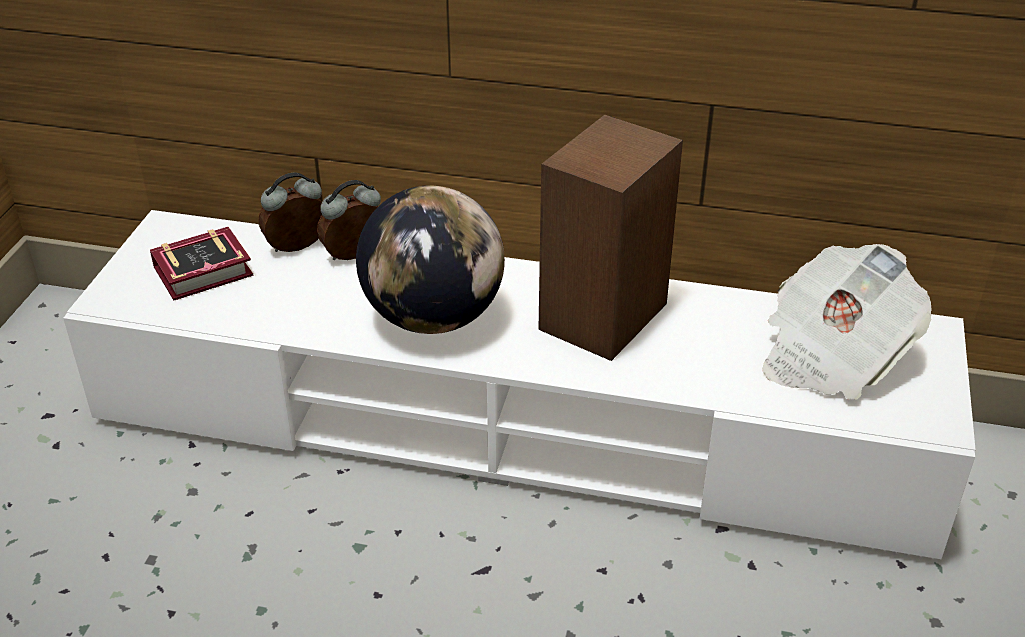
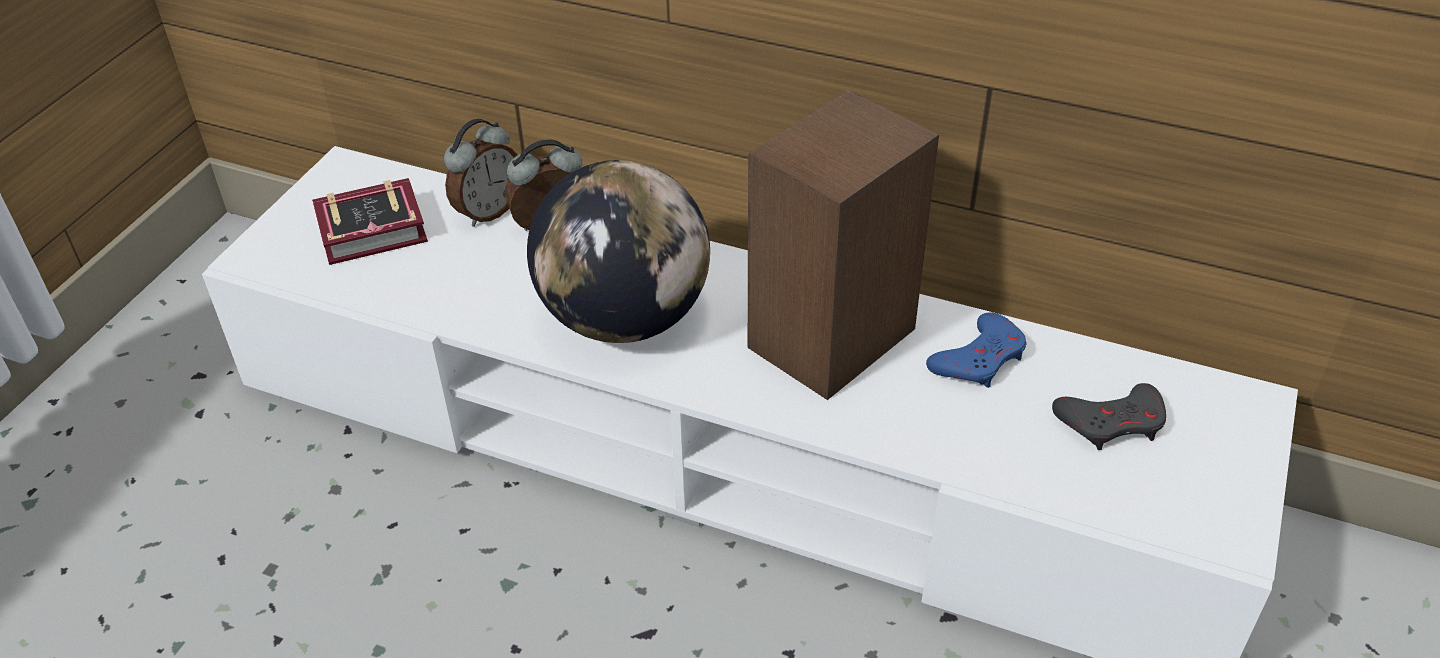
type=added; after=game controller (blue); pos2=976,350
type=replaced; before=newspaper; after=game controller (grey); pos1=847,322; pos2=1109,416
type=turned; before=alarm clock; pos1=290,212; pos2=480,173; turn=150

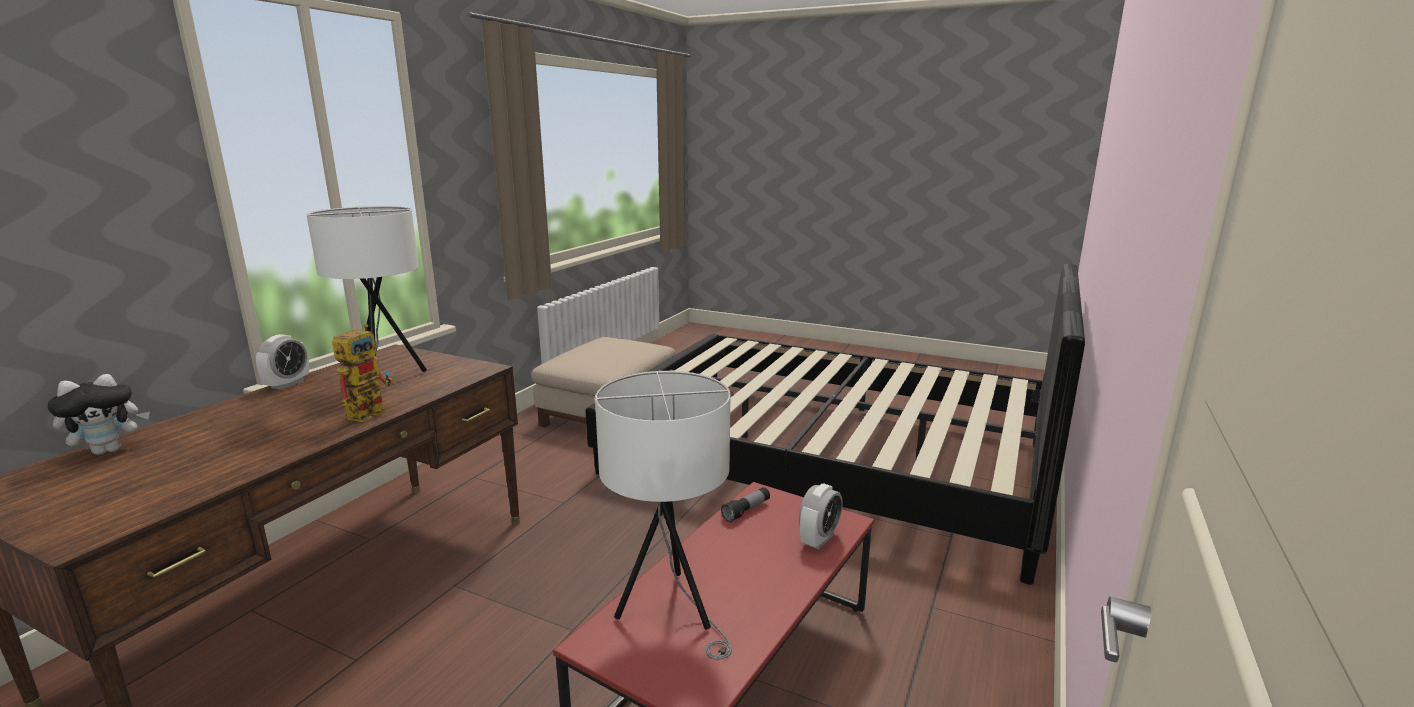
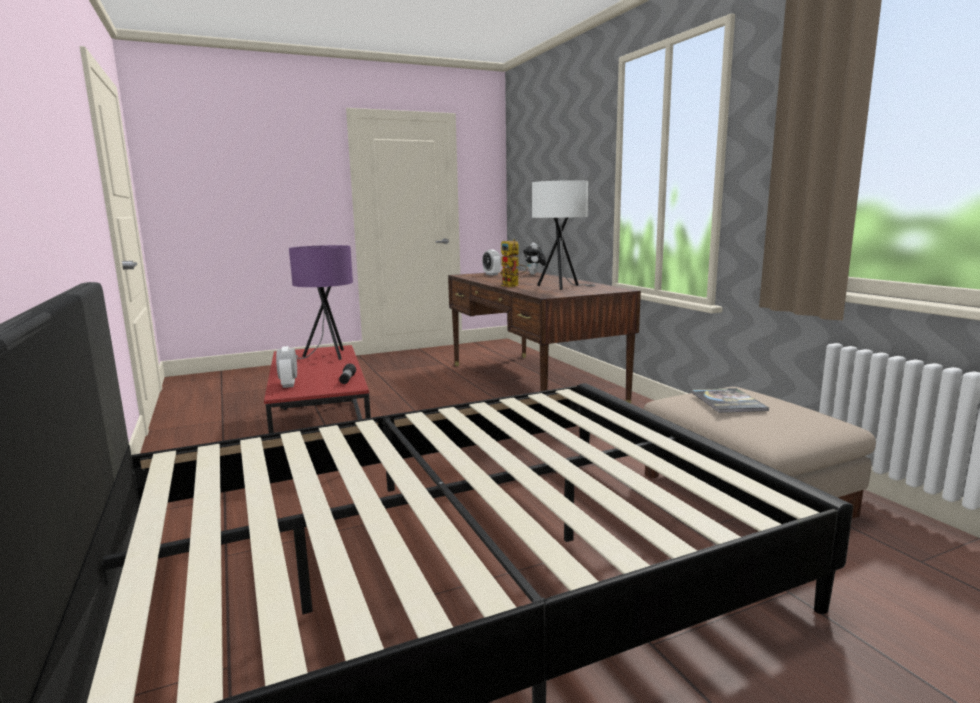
type=added; after=book; pos2=730,400
type=moved; before=alarm clock; pos1=282,362; pos2=491,262
type=recoloured; before=table lamp (white); after=table lamp (purple); pos1=663,515; pos2=321,302

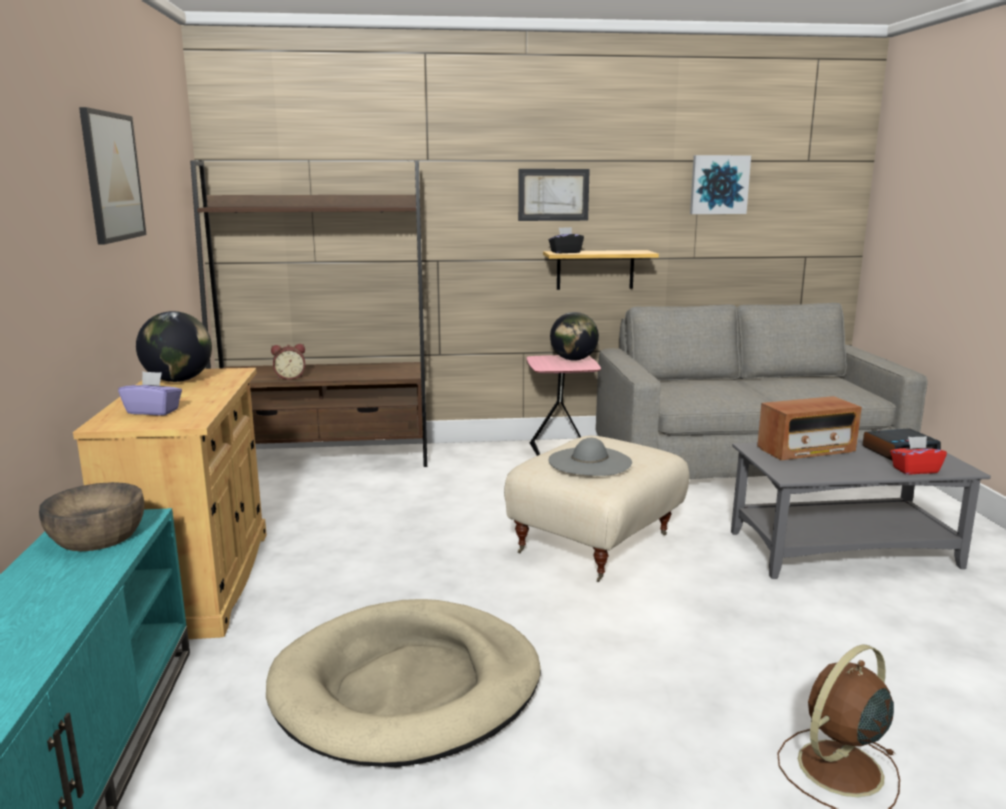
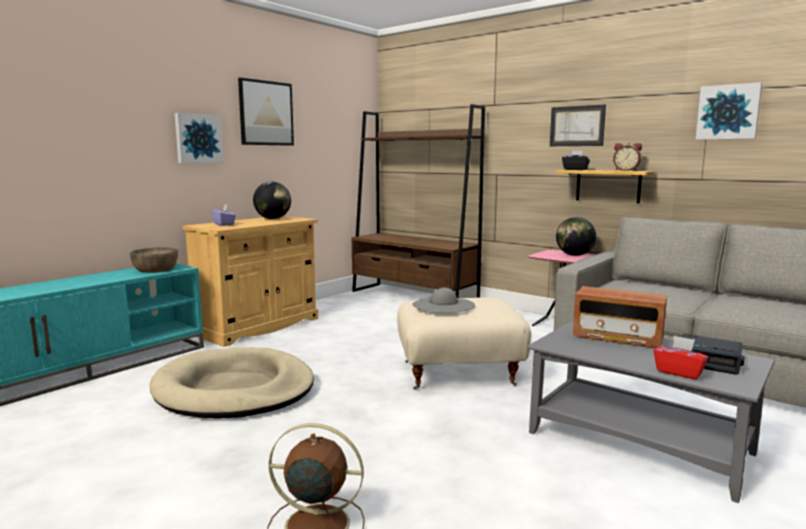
type=added; after=picture; pos2=199,138
type=moved; before=alarm clock; pos1=288,362; pos2=627,157

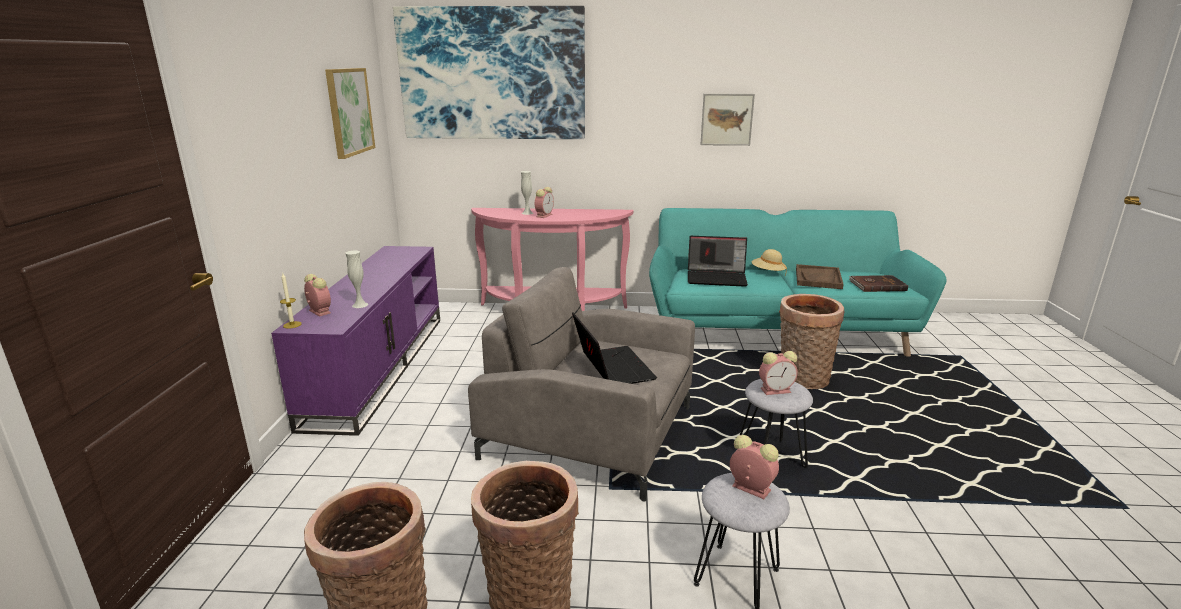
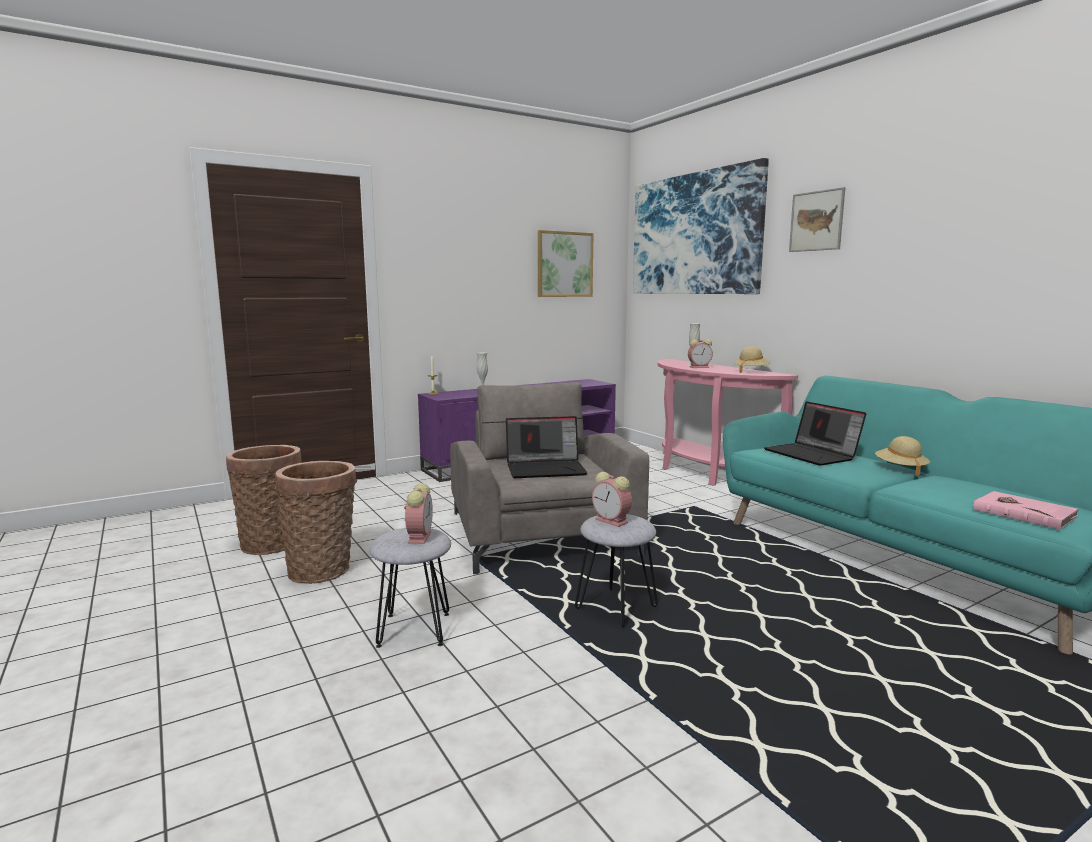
type=removed; before=alarm clock; pos1=317,295
type=removed; before=basket; pos1=812,341
type=removed; before=tray (brown); pos1=819,276
type=added; after=hat (beige); pos2=752,359
type=moved; before=picture; pos1=727,120; pos2=817,219
type=recoloured; before=book (brown); after=book (pink); pos1=878,283; pos2=1026,510
type=turned; before=laptop; pos1=614,348; pos2=546,447; turn=45

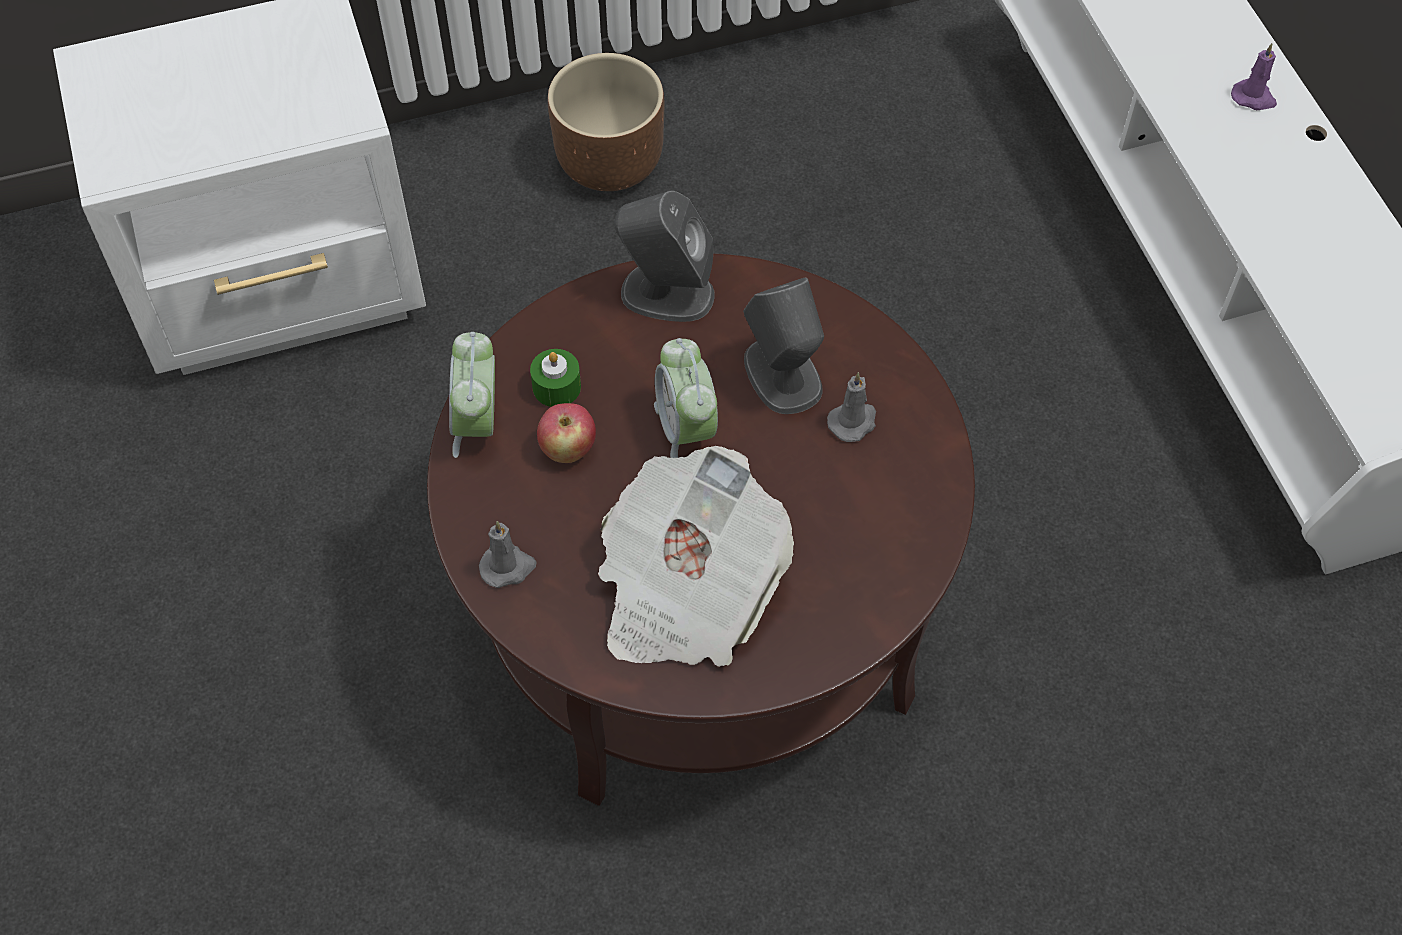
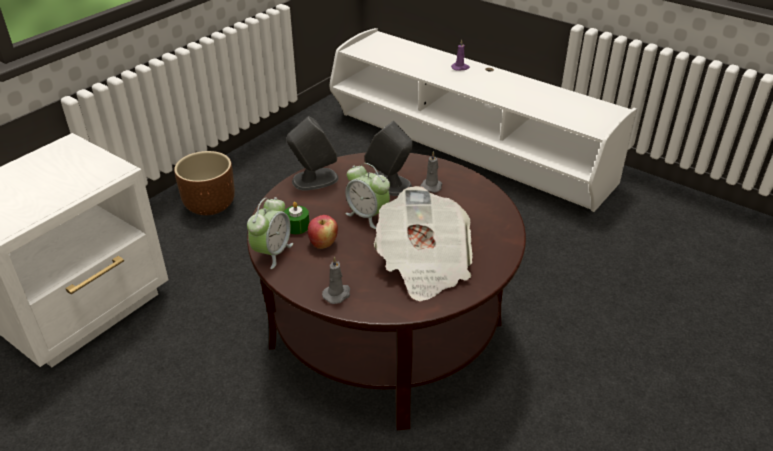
type=turned; before=alarm clock; pos1=472,395; pos2=270,233; turn=-120

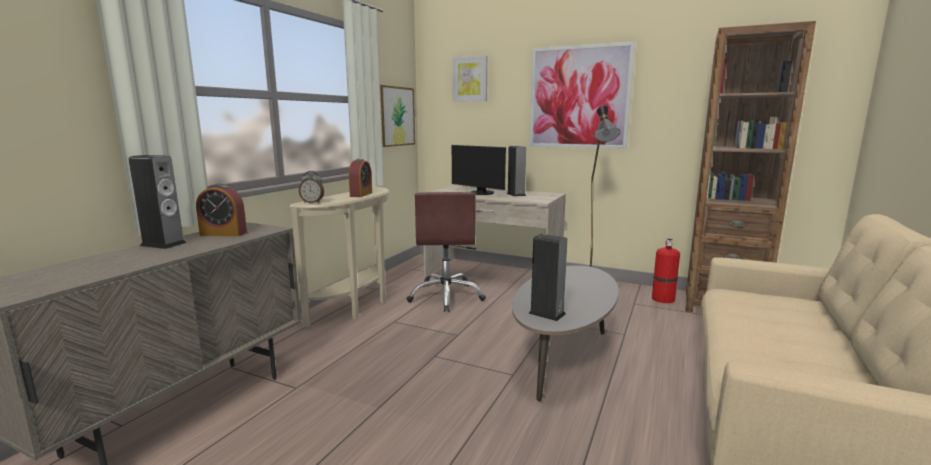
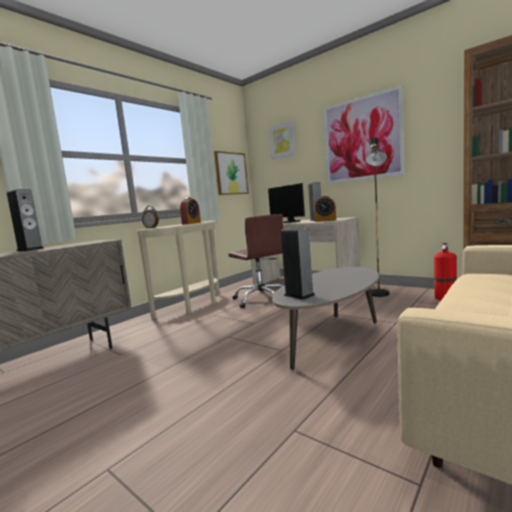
type=moved; before=alarm clock; pos1=221,210; pos2=325,209
type=turned; before=office chair (brown); pos1=446,252; pos2=255,261; turn=-45

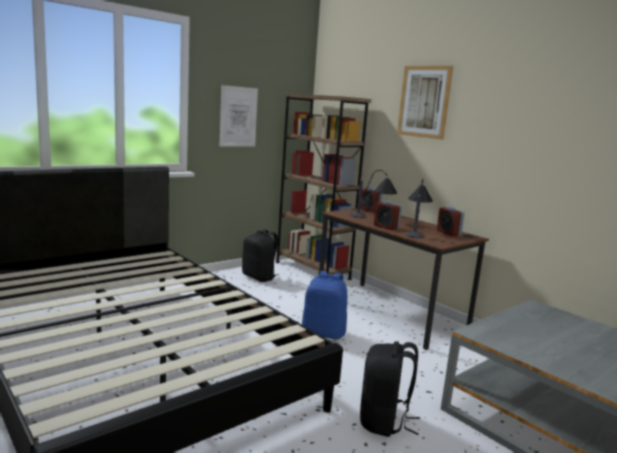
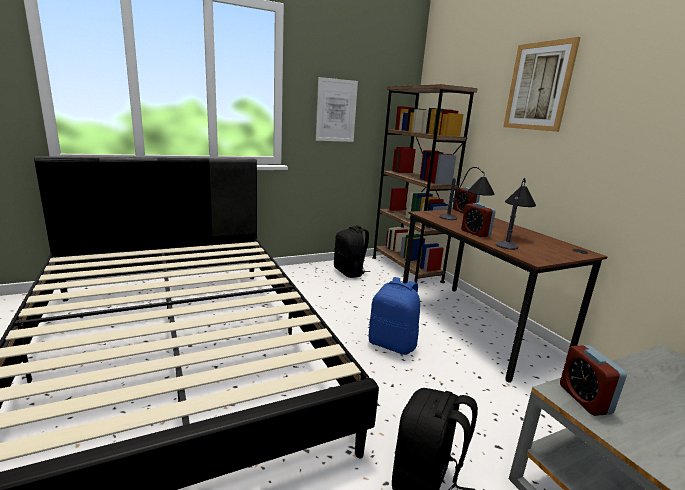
type=moved; before=alarm clock; pos1=450,221; pos2=593,380

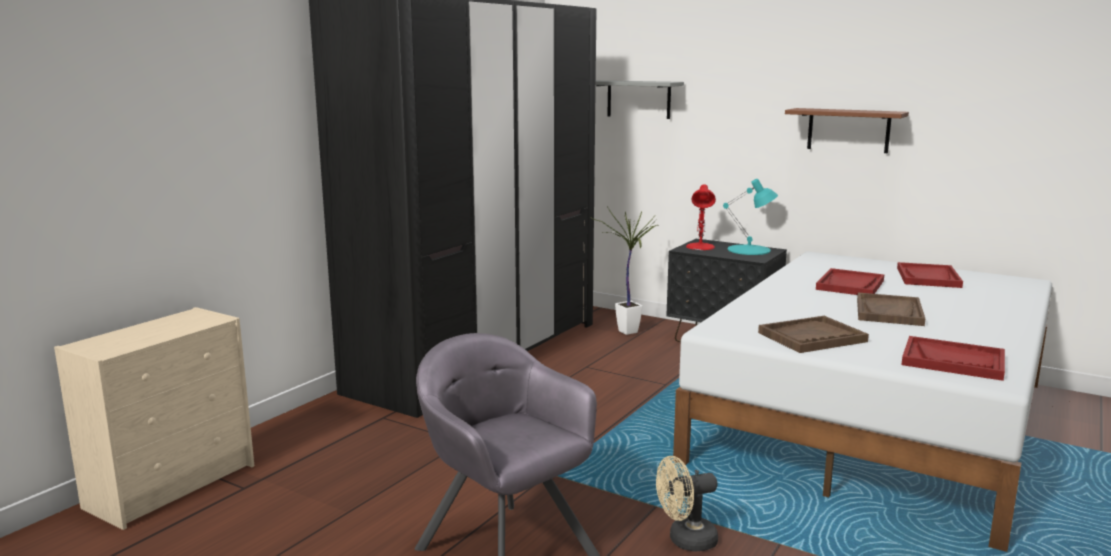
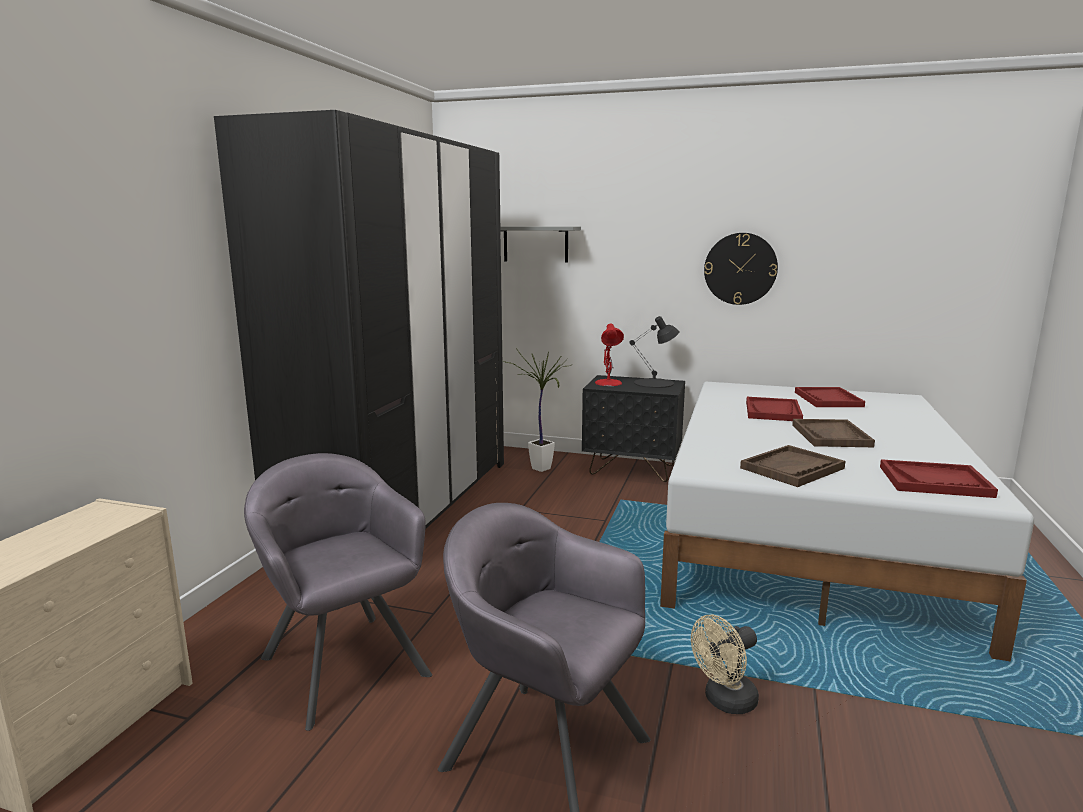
type=added; after=armchair (grey); pos2=338,592
type=replaced; before=shelf (brown); after=wall clock; pos1=847,130; pos2=741,269
type=recoloured; before=table lamp (turquoise); after=table lamp (black); pos1=750,217; pos2=654,352

